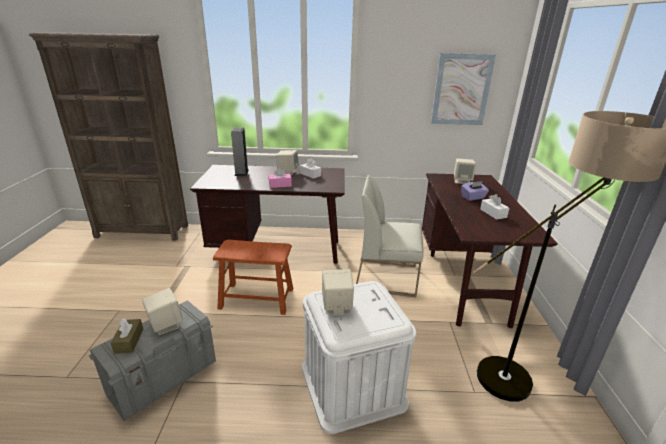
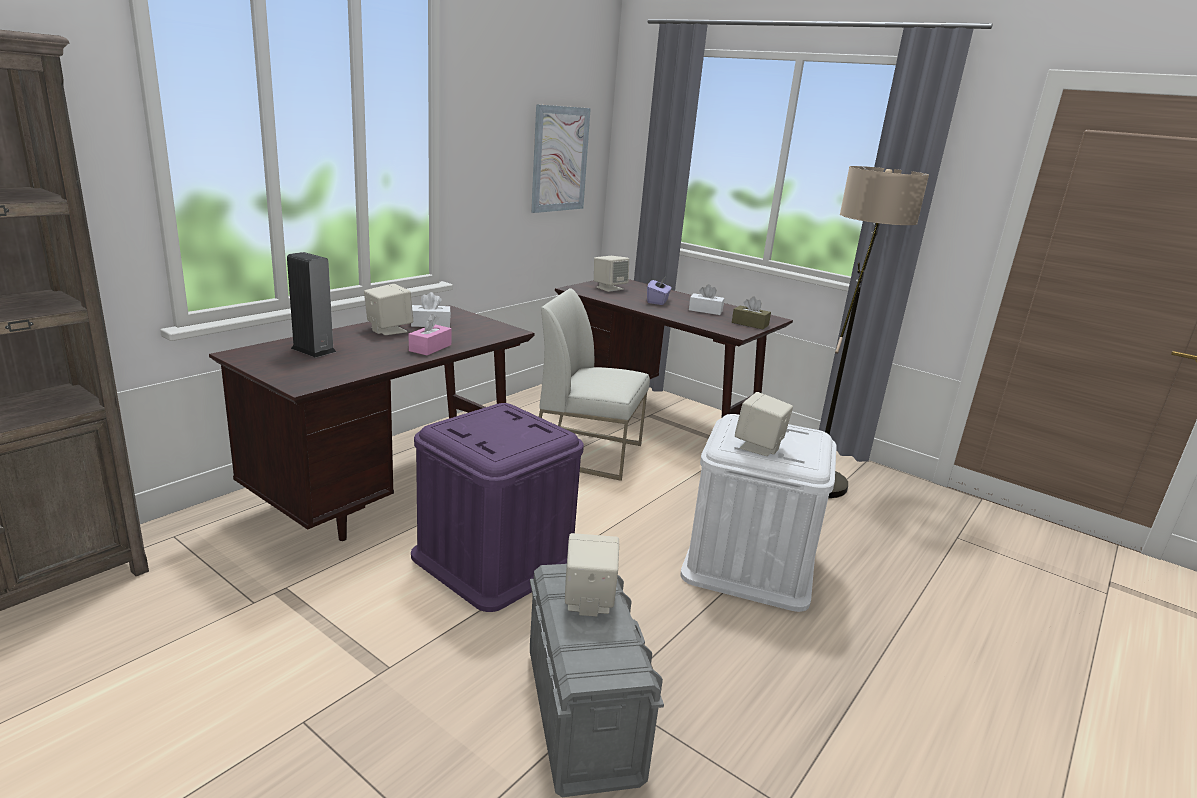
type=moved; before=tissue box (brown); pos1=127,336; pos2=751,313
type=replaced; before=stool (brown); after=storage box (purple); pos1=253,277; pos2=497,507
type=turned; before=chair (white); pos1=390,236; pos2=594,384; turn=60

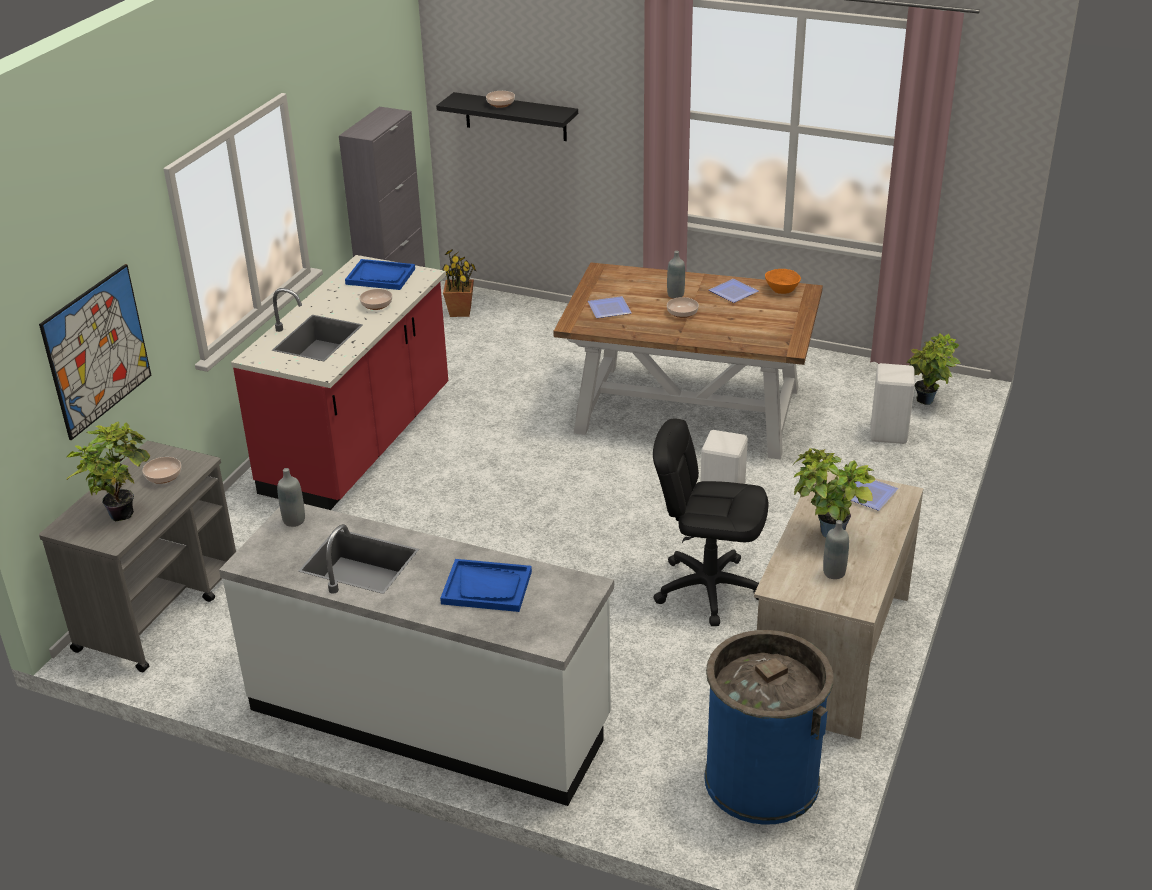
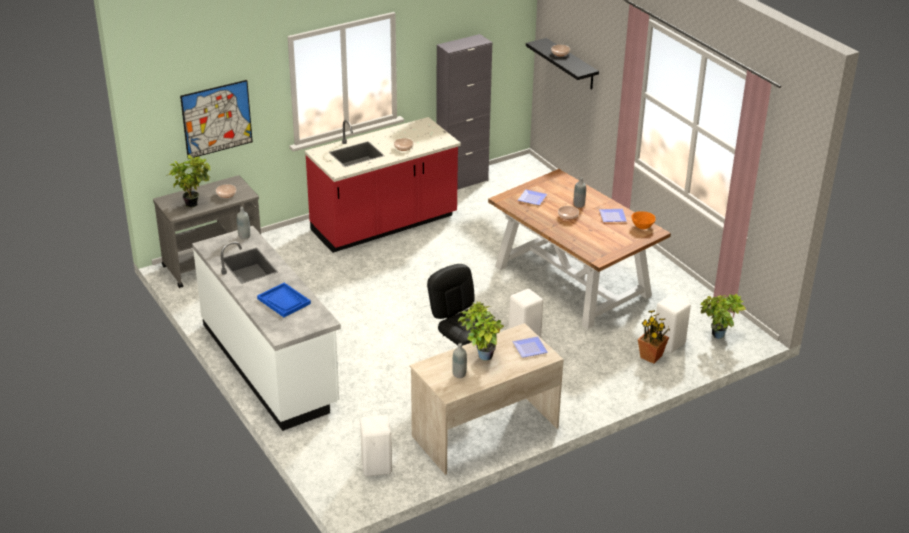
type=removed; before=tray (blue); pos1=380,274
type=moved; before=potted plant; pos1=459,283; pos2=654,337
type=replaced; before=trash can (blue); after=stool (white); pos1=769,727; pos2=376,446

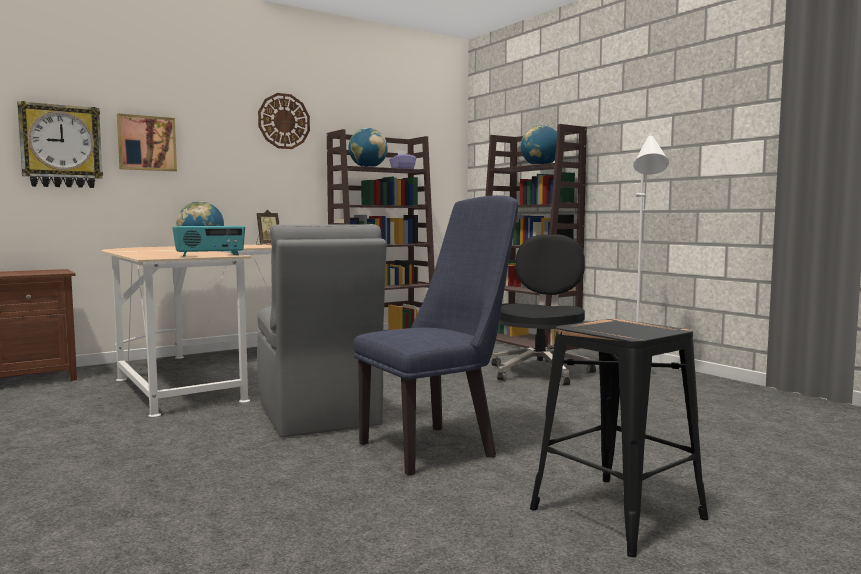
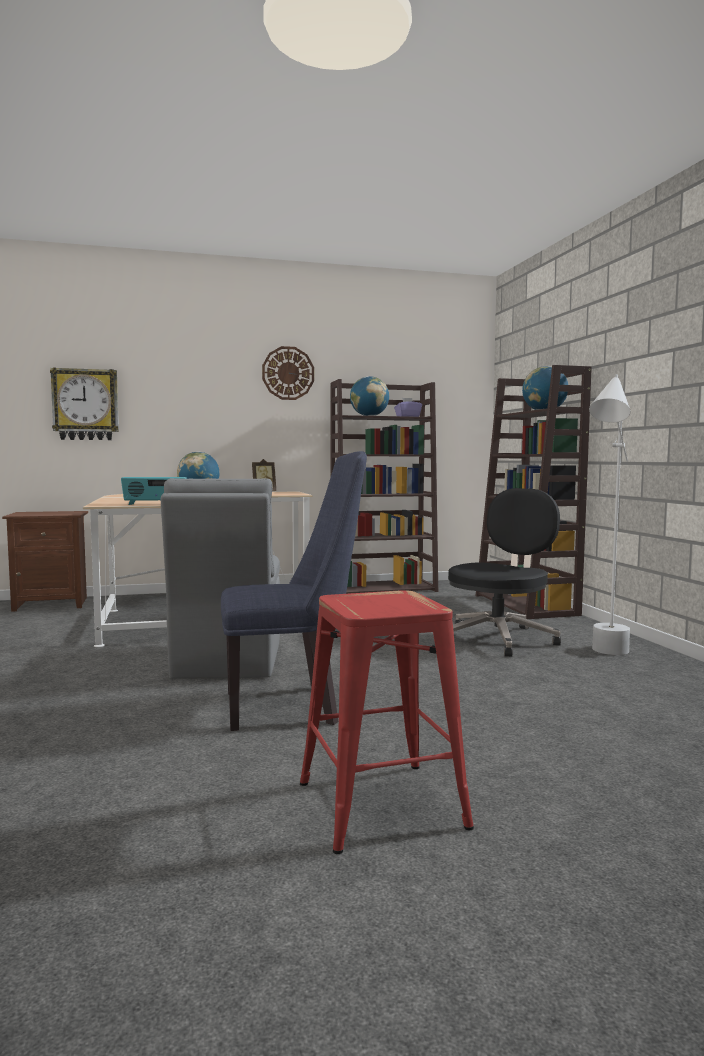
type=removed; before=picture; pos1=147,142
type=recoloured; before=stool (black); after=stool (red); pos1=619,438; pos2=387,722

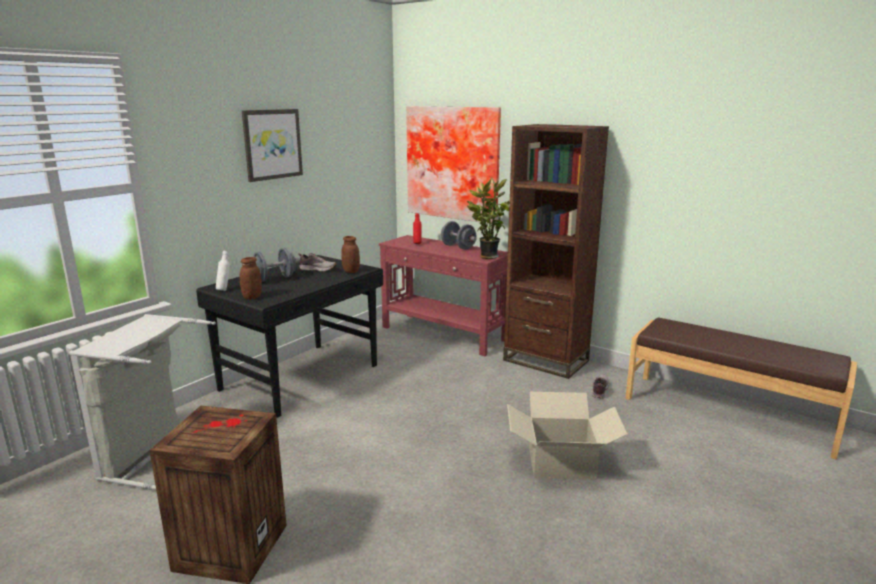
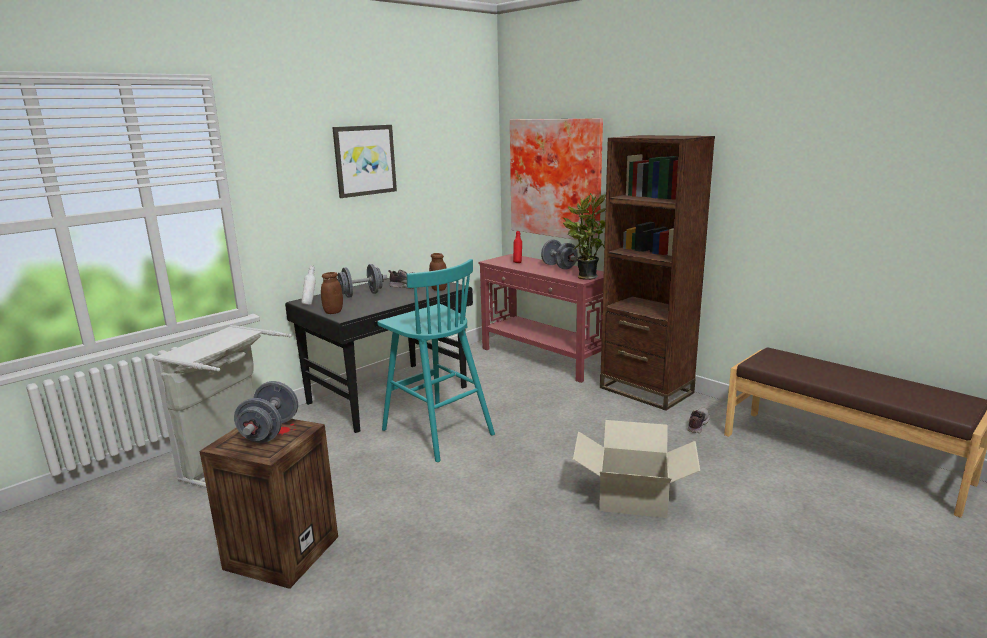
type=added; after=dumbbell (grey); pos2=266,412
type=added; after=stool (turquoise); pos2=436,360

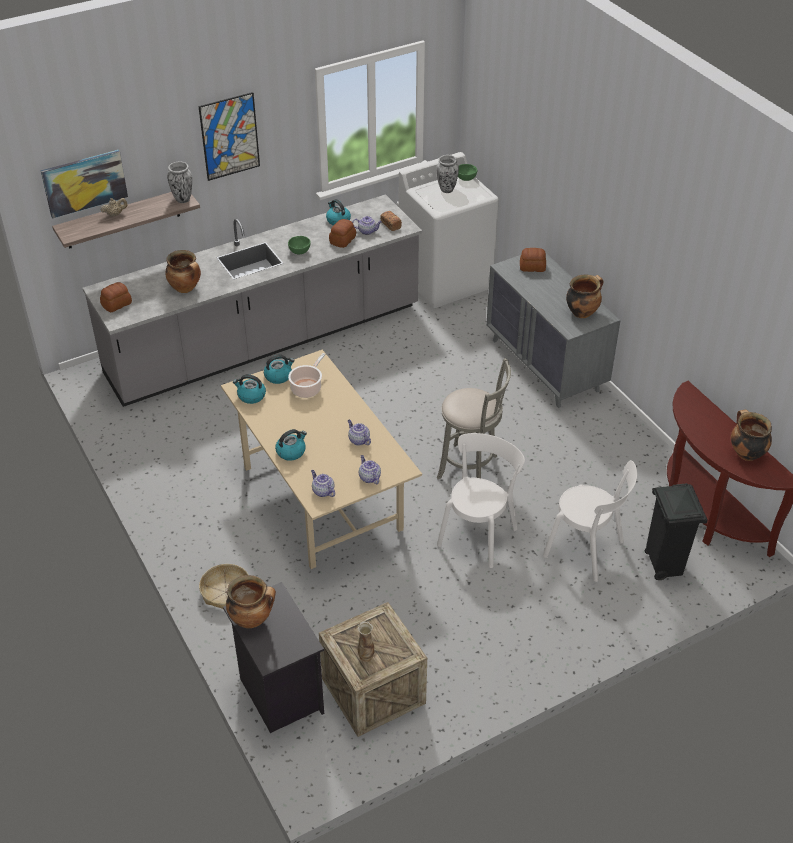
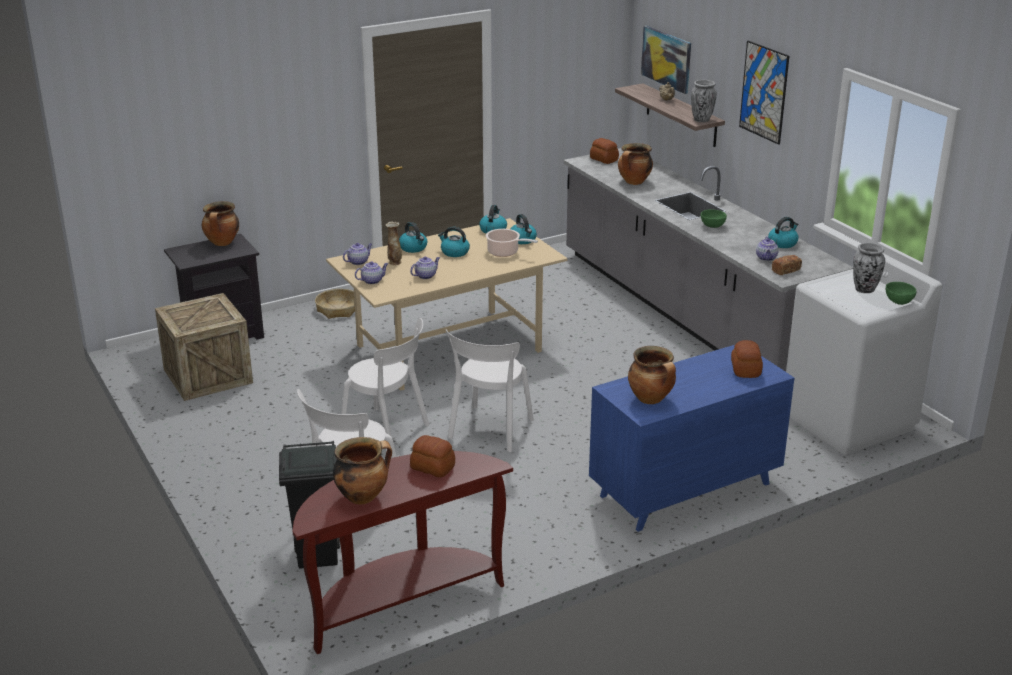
type=added; after=kettle; pos2=454,242
type=moved; before=bread; pos1=342,233; pos2=432,456
type=moved; before=vase; pos1=366,641; pos2=393,243
type=replaced; before=stool (grey); after=chair (white); pos1=474,418; pos2=489,390
type=recoloured; before=dresser (grey); after=dresser (blue); pos1=553,331; pos2=691,438

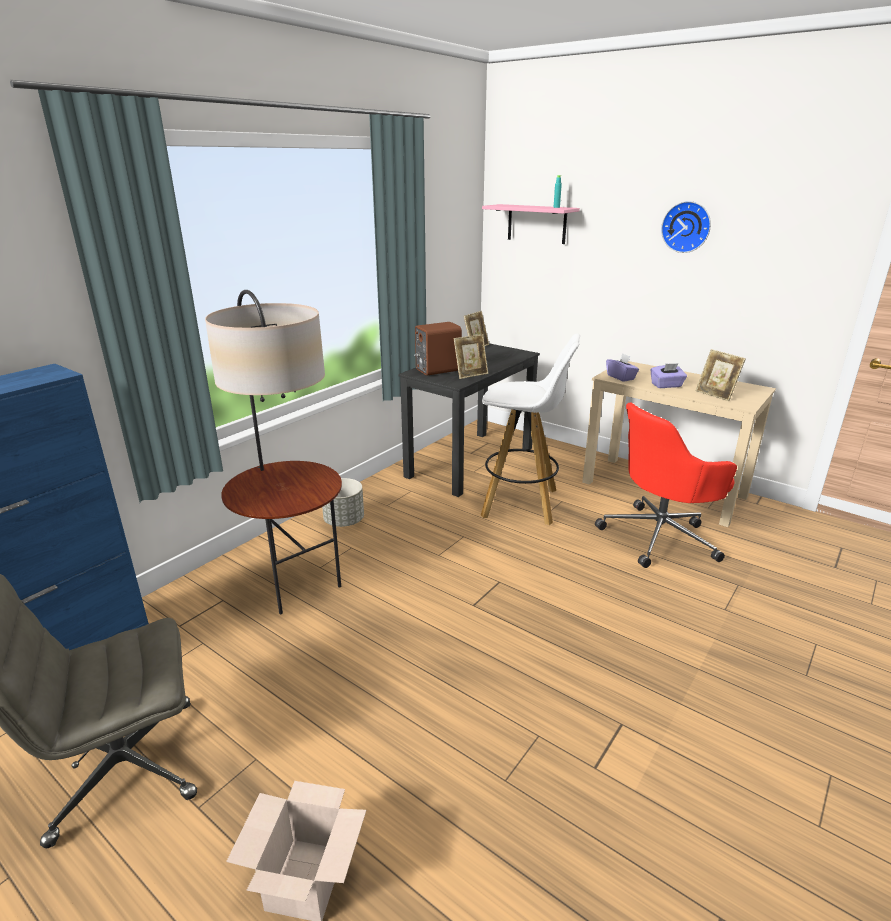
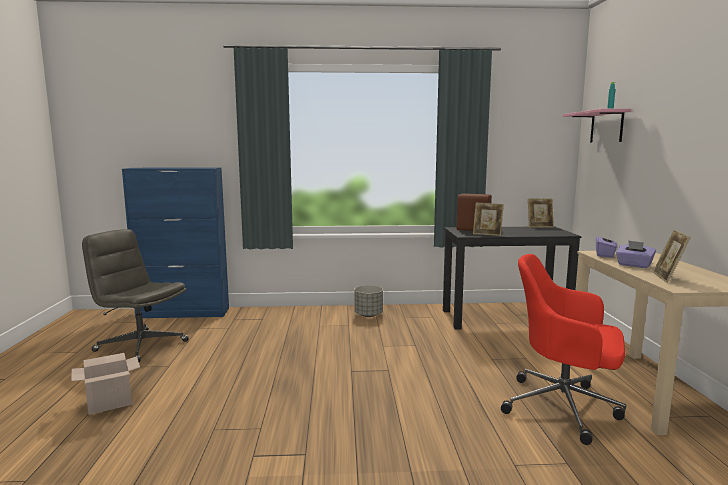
type=removed; before=floor lamp; pos1=273,452
type=removed; before=stool (white); pos1=530,429
type=removed; before=wall clock; pos1=686,227

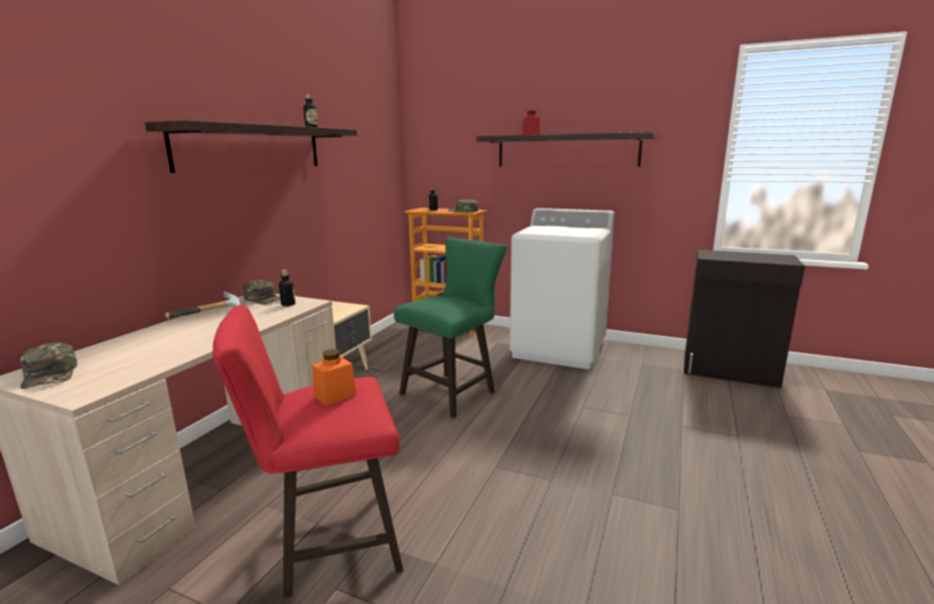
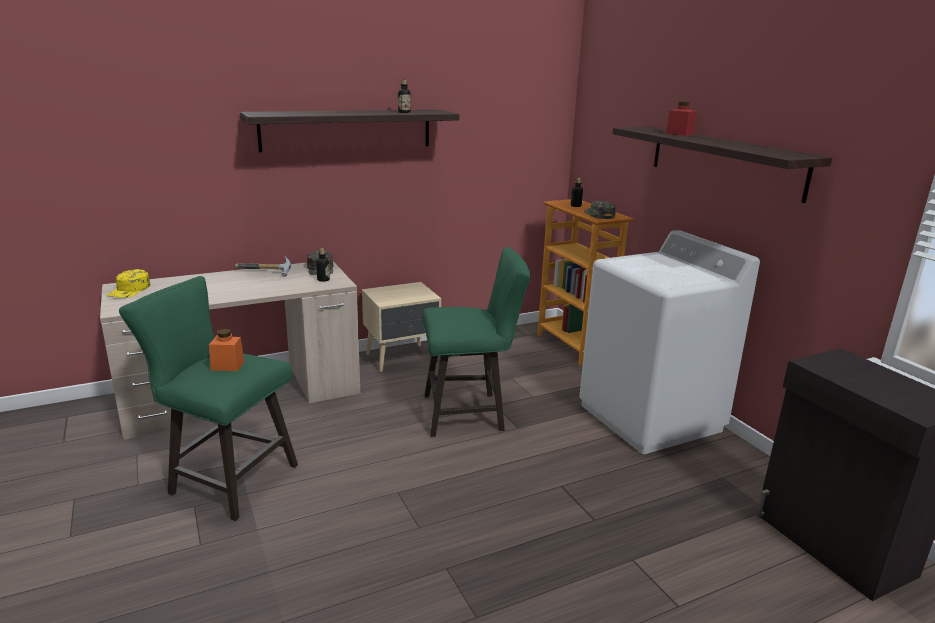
type=recoloured; before=cap (green); after=cap (yellow); pos1=49,365; pos2=128,283
type=recoloured; before=stool (red); after=stool (green); pos1=308,451; pos2=208,398

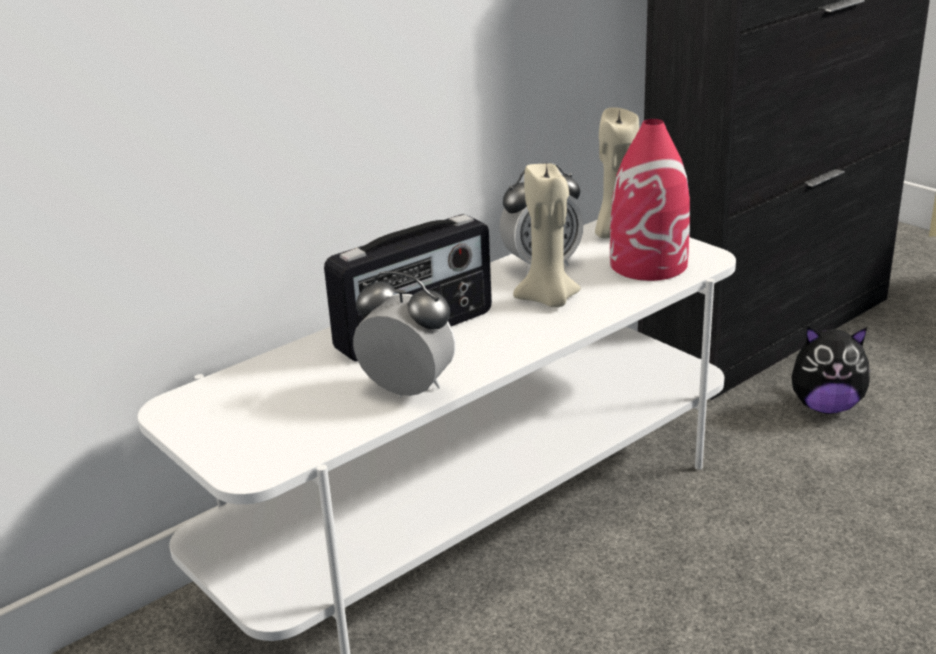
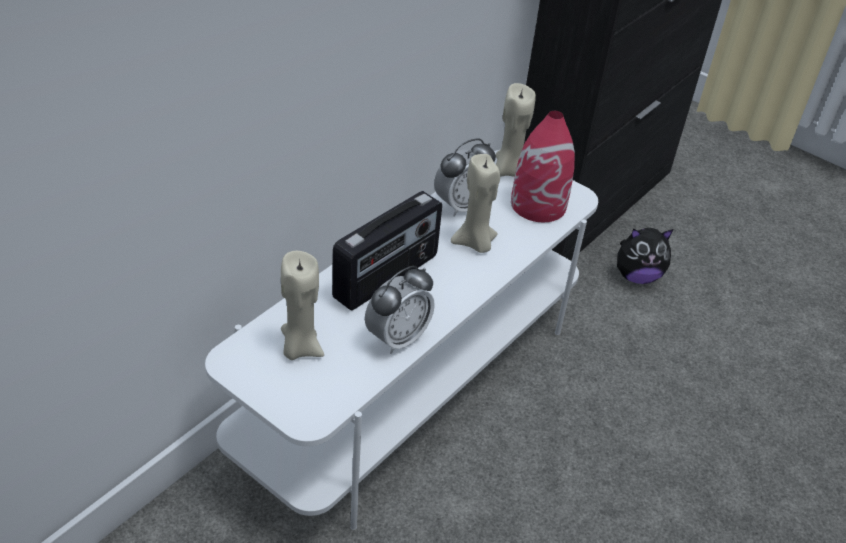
type=added; after=candle (beige); pos2=302,305
type=turned; before=alarm clock; pos1=404,334; pos2=400,309; turn=120

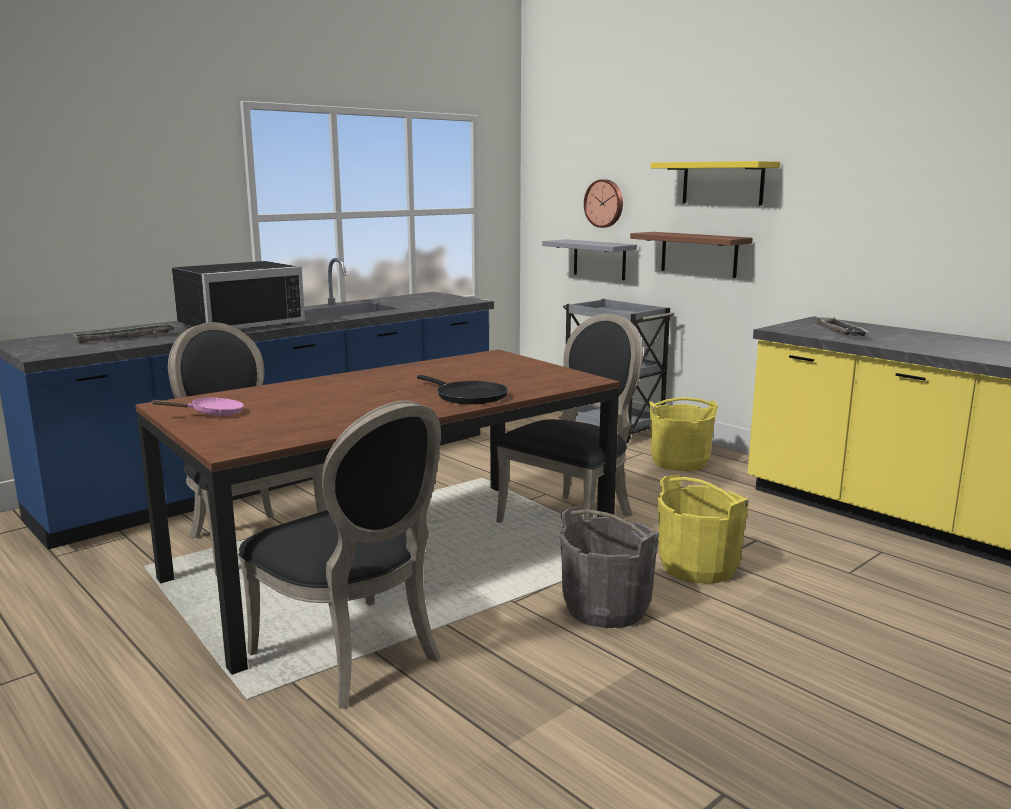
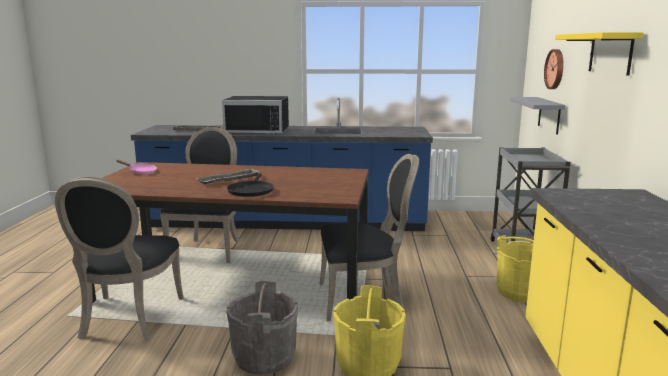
type=removed; before=shelf (brown); pos1=691,255
type=moved; before=tray; pos1=843,326; pos2=228,176

